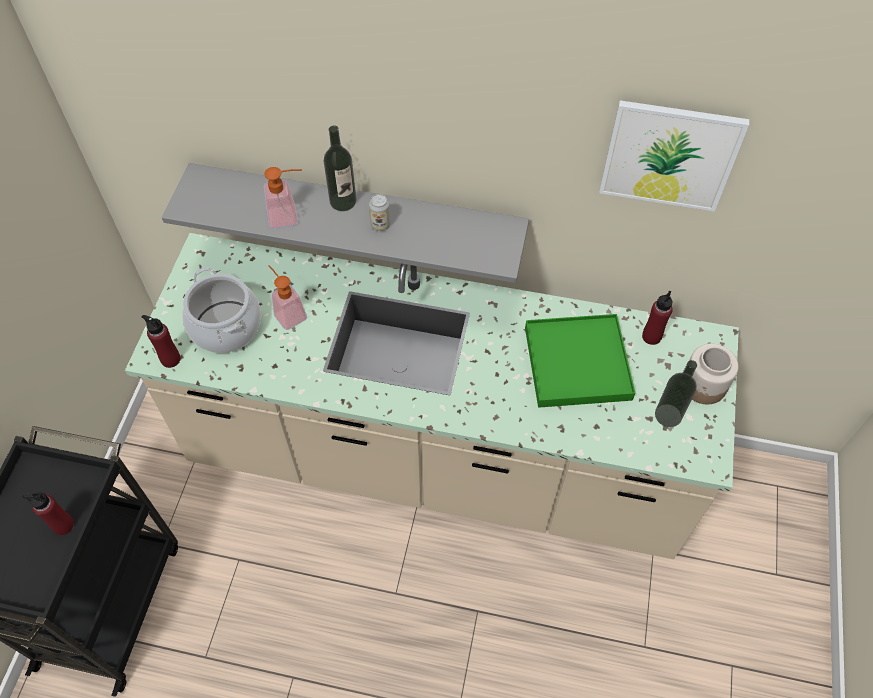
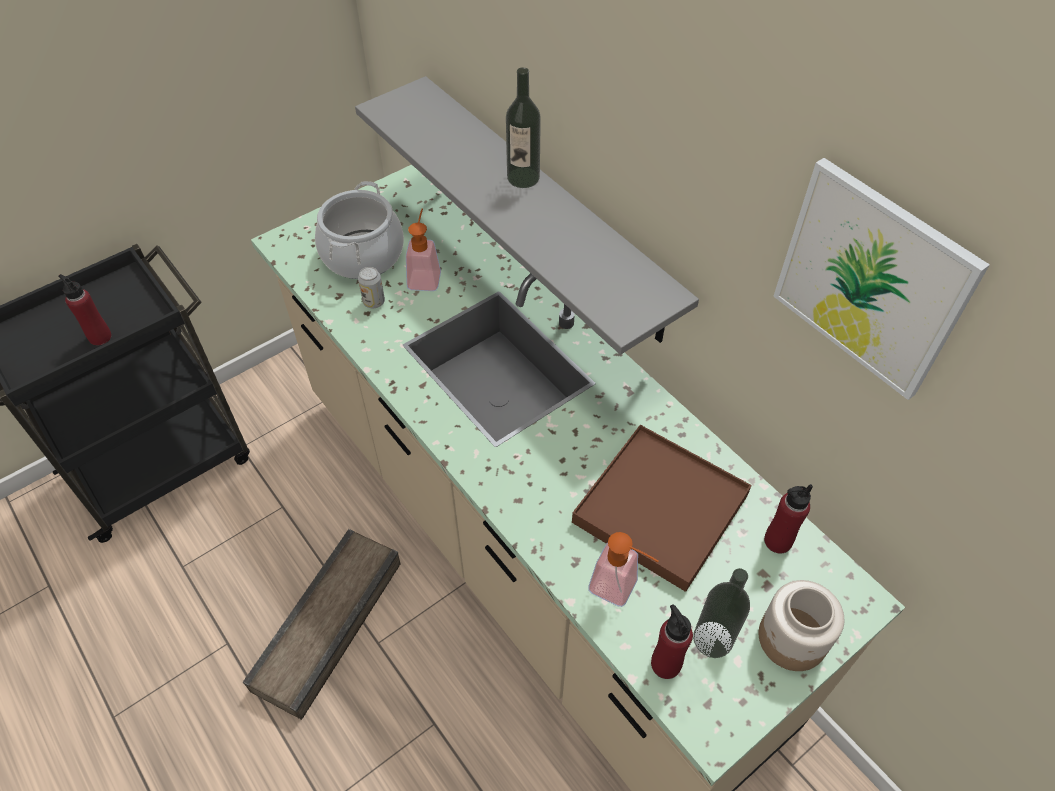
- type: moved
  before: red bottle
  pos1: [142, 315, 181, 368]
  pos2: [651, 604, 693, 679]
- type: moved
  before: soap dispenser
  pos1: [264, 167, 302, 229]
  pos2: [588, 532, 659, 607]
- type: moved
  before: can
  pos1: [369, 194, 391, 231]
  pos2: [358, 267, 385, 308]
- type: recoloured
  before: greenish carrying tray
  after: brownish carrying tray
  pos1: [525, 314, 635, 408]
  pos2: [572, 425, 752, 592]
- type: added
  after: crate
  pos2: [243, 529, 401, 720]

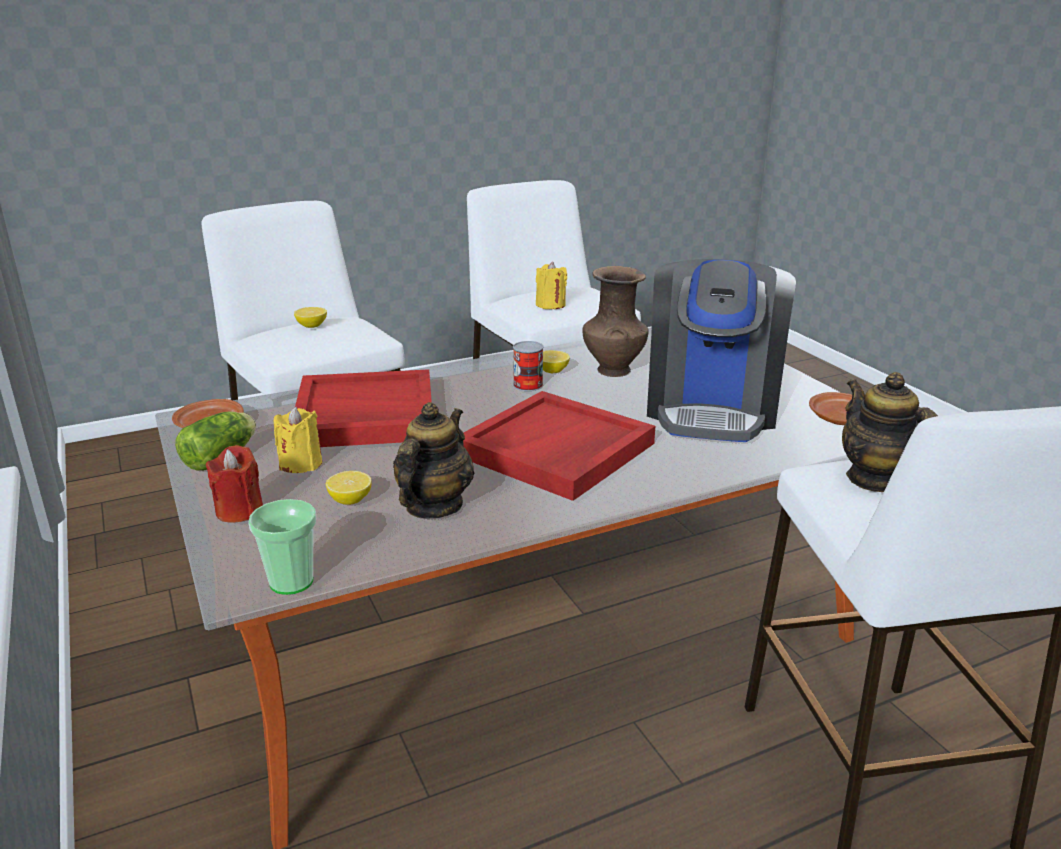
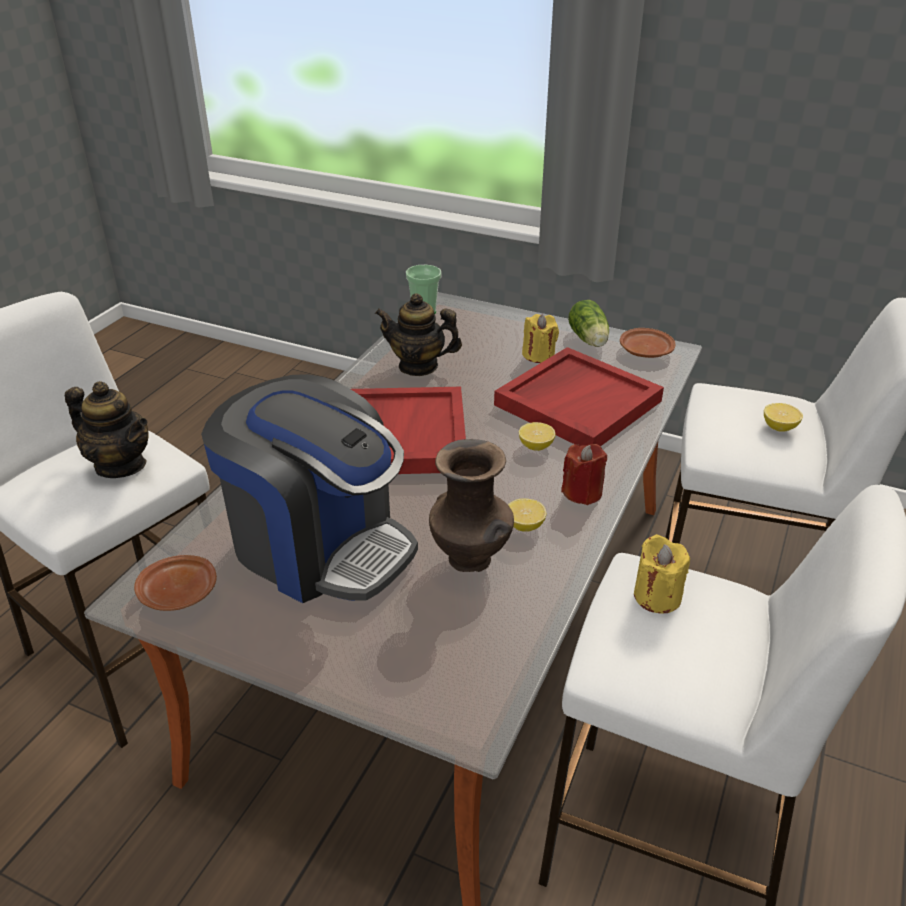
- type: moved
  before: red candle
  pos1: [206, 445, 263, 523]
  pos2: [561, 444, 607, 505]
- type: moved
  before: lemon
  pos1: [326, 471, 372, 505]
  pos2: [519, 422, 555, 451]
- type: turned
  before: teapot
  pos1: [393, 402, 475, 518]
  pos2: [375, 293, 462, 376]
  turn: 120
- type: removed
  before: can
  pos1: [513, 341, 543, 391]
- type: turned
  before: coffee machine
  pos1: [647, 259, 796, 442]
  pos2: [201, 374, 418, 603]
  turn: 150

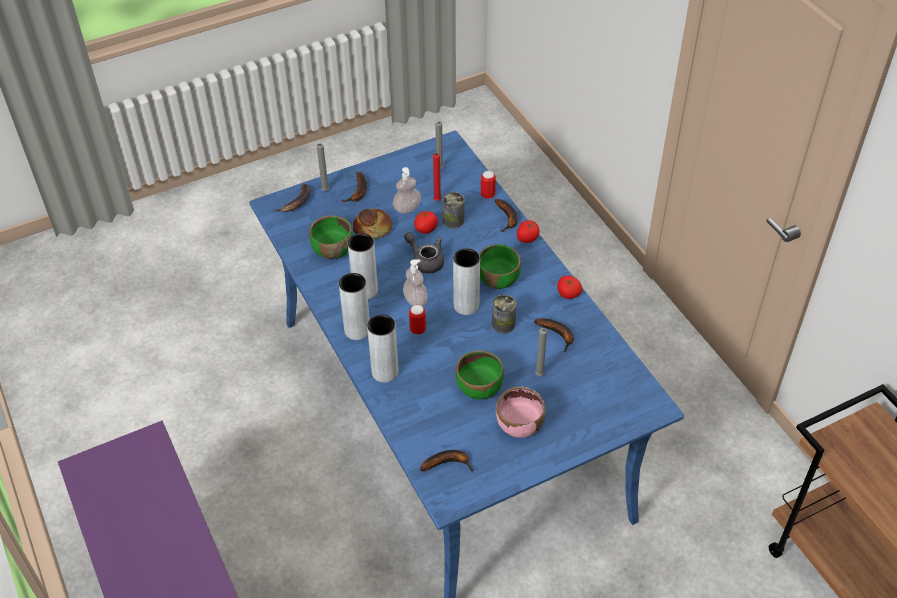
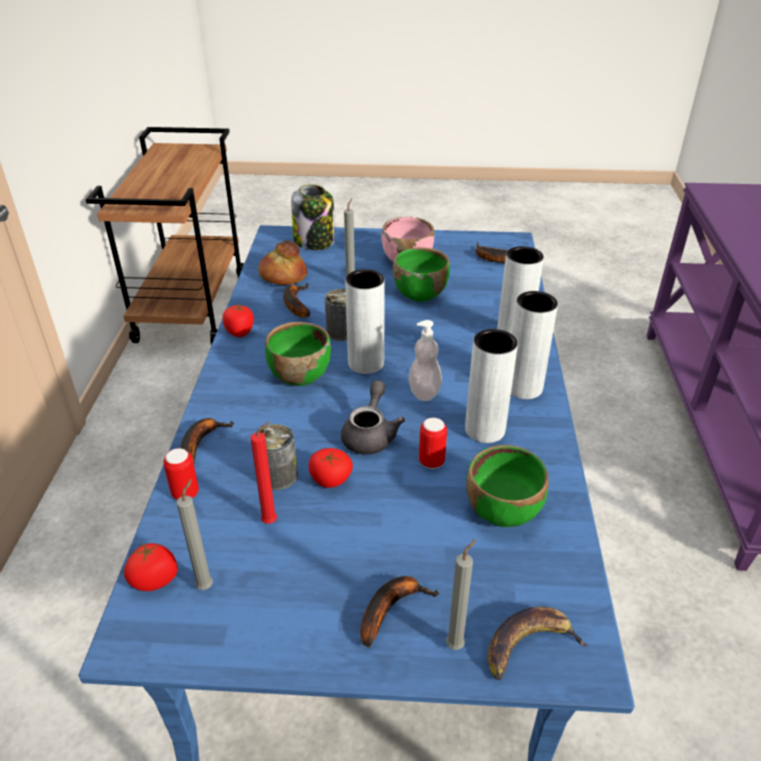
- type: moved
  before: bakery bread
  pos1: [353, 209, 392, 239]
  pos2: [258, 240, 307, 285]
- type: removed
  before: soap dispenser
  pos1: [393, 167, 421, 213]
- type: turned
  before: grey teapot
  pos1: [404, 232, 444, 274]
  pos2: [341, 380, 405, 455]
  turn: -150
- type: moved
  before: can
  pos1: [409, 305, 426, 335]
  pos2: [419, 418, 447, 469]
- type: moved
  before: fresh tomato
  pos1: [517, 220, 540, 243]
  pos2: [124, 543, 178, 591]
- type: added
  after: preserve jar
  pos2: [291, 184, 335, 250]

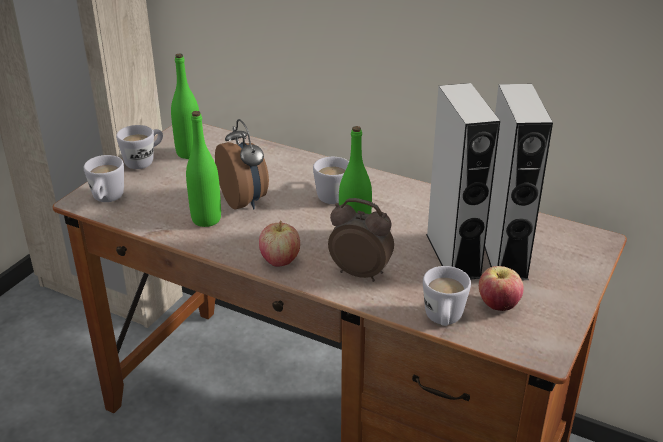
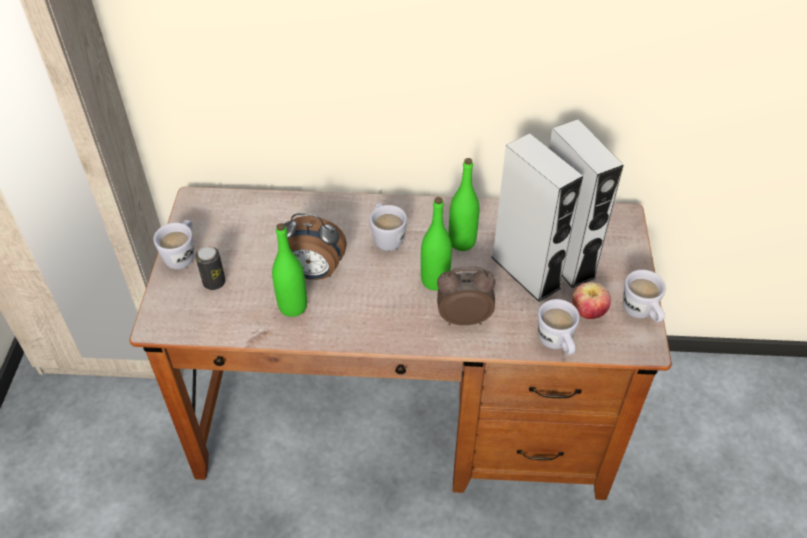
- type: moved
  before: whitish coffee mug
  pos1: [84, 155, 124, 202]
  pos2: [623, 270, 666, 323]
- type: moved
  before: greenish bottle
  pos1: [171, 53, 199, 159]
  pos2: [449, 158, 479, 251]
- type: turned
  before: bedside clock
  pos1: [215, 119, 269, 210]
  pos2: [284, 213, 347, 280]
  turn: 150
- type: removed
  before: whole apple
  pos1: [259, 221, 300, 266]
- type: added
  after: can
  pos2: [195, 246, 226, 290]

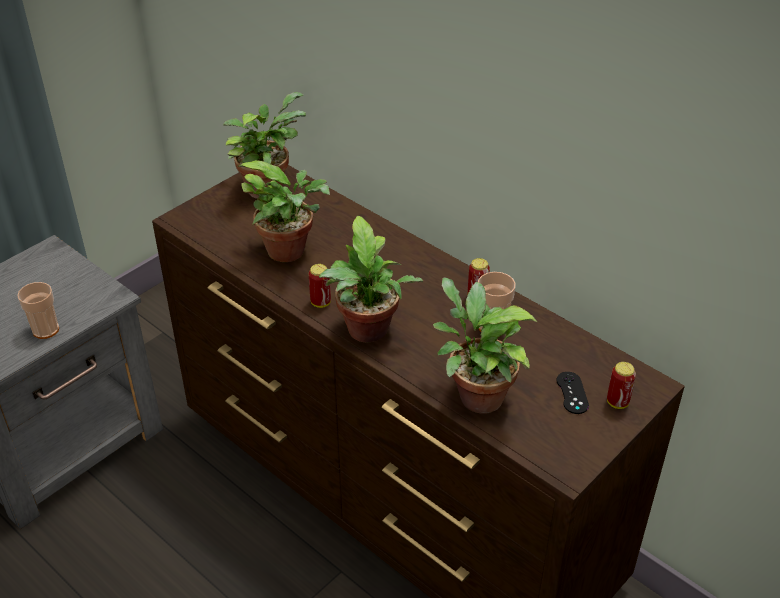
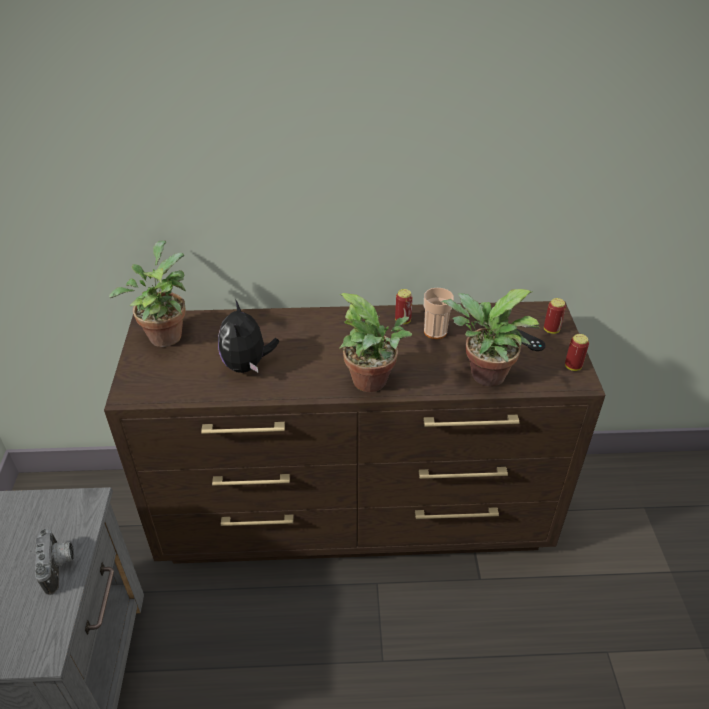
- type: replaced
  before: small cup
  after: still camera
  pos1: [17, 282, 59, 339]
  pos2: [35, 529, 75, 595]
- type: replaced
  before: houseplant
  after: plush toy
  pos1: [239, 160, 330, 262]
  pos2: [218, 299, 279, 373]
- type: moved
  before: can
  pos1: [309, 264, 331, 308]
  pos2: [565, 334, 589, 371]

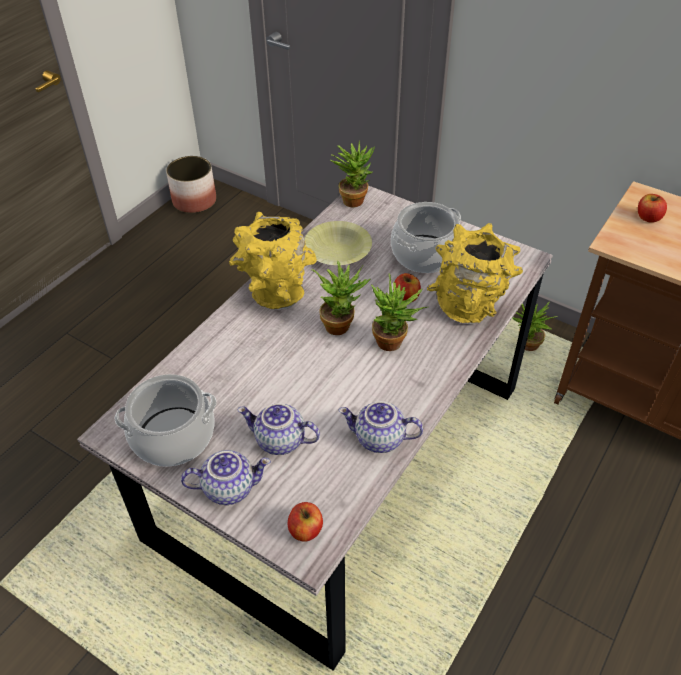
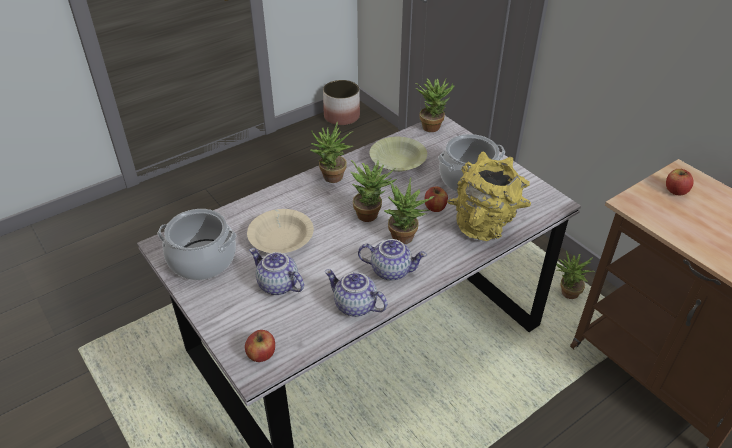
- type: moved
  before: teapot
  pos1: [181, 450, 271, 505]
  pos2: [358, 239, 427, 281]
- type: replaced
  before: yellow decorative vase
  after: houseplant
  pos1: [229, 211, 317, 309]
  pos2: [310, 122, 353, 183]
- type: added
  after: sand-coloured serving bowl
  pos2: [247, 209, 314, 253]

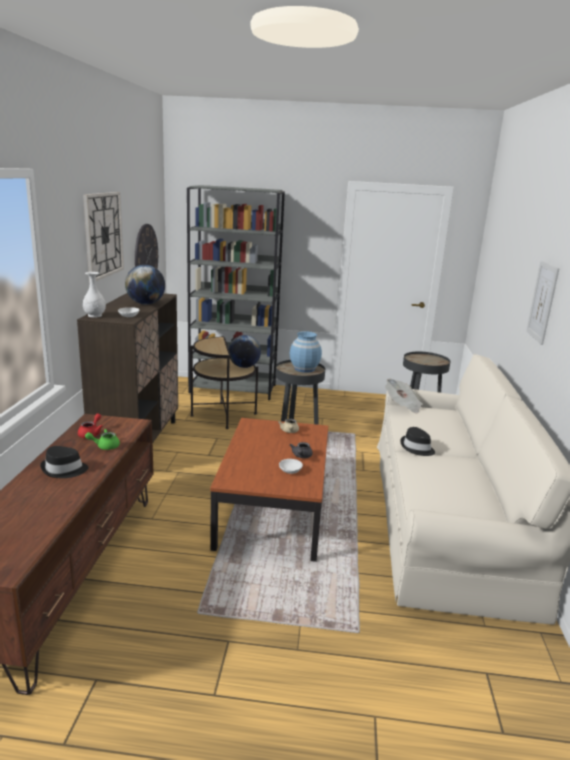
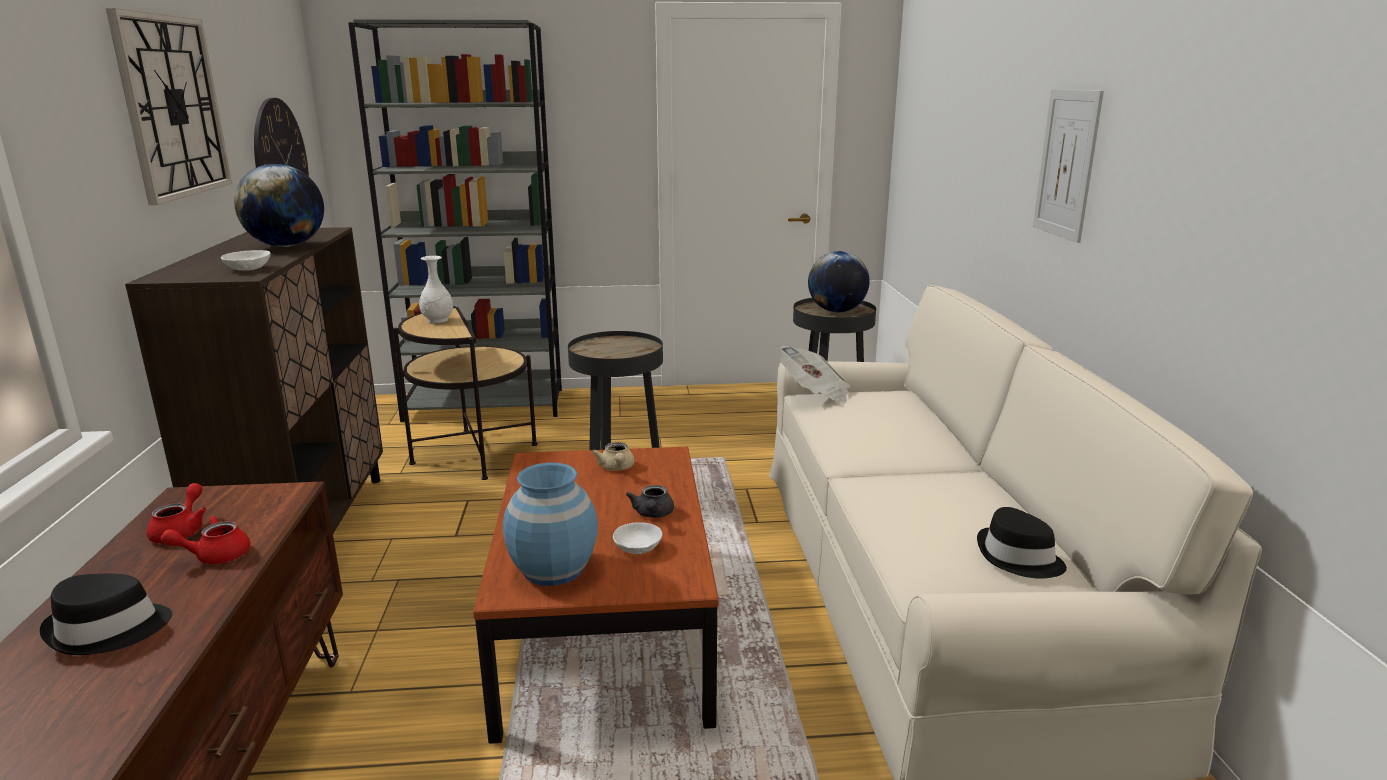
- type: moved
  before: whitish decorative vase
  pos1: [83, 272, 106, 317]
  pos2: [419, 256, 453, 323]
- type: recoloured
  before: greenish teapot
  after: red teapot
  pos1: [85, 429, 120, 450]
  pos2: [161, 516, 250, 564]
- type: moved
  before: globe
  pos1: [229, 335, 261, 368]
  pos2: [808, 251, 870, 312]
- type: moved
  before: blue-coloured decorative vase
  pos1: [290, 331, 322, 373]
  pos2: [503, 462, 598, 586]
- type: moved
  before: black-coloured wearable hat
  pos1: [400, 427, 435, 456]
  pos2: [977, 507, 1067, 579]

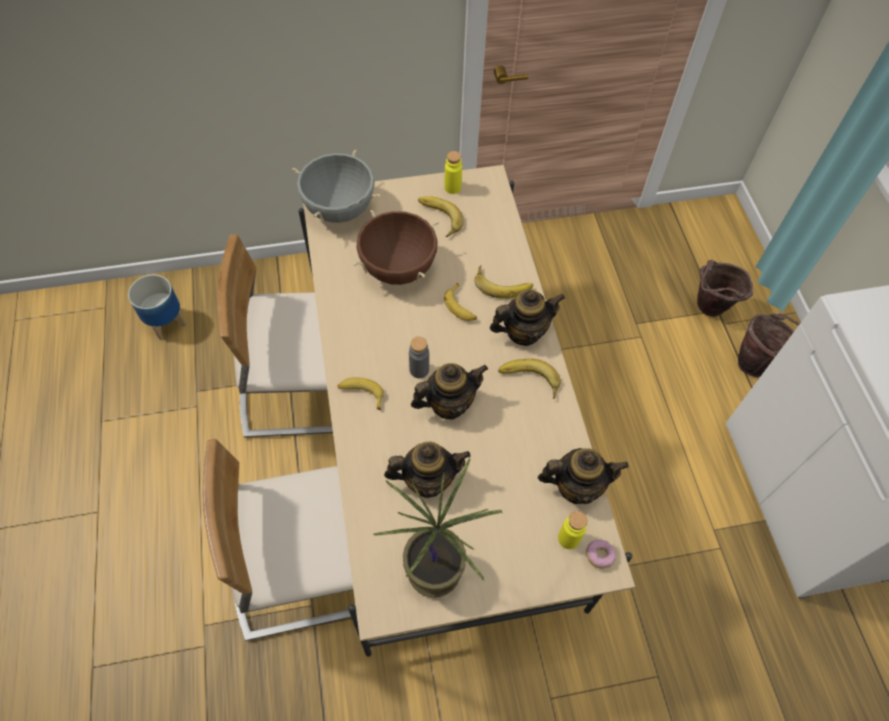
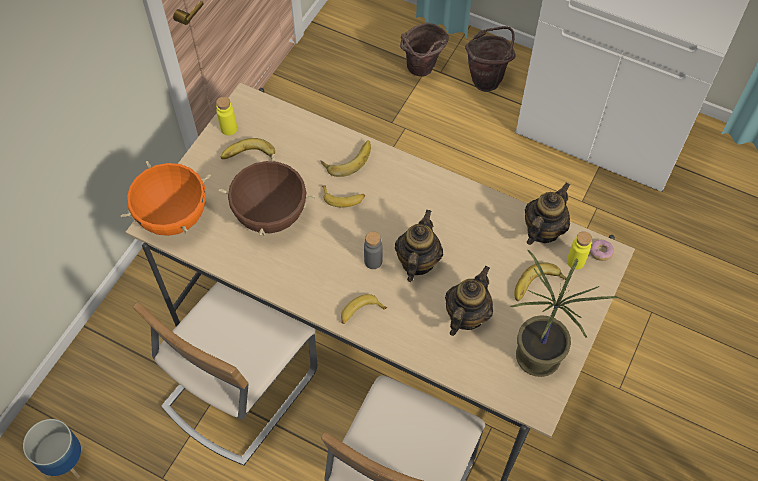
- type: recoloured
  before: grey stockpot
  after: orange stockpot
  pos1: [292, 149, 380, 223]
  pos2: [121, 161, 211, 236]
- type: removed
  before: teapot
  pos1: [490, 290, 565, 346]
- type: moved
  before: banana fruit
  pos1: [498, 359, 561, 399]
  pos2: [514, 262, 566, 301]

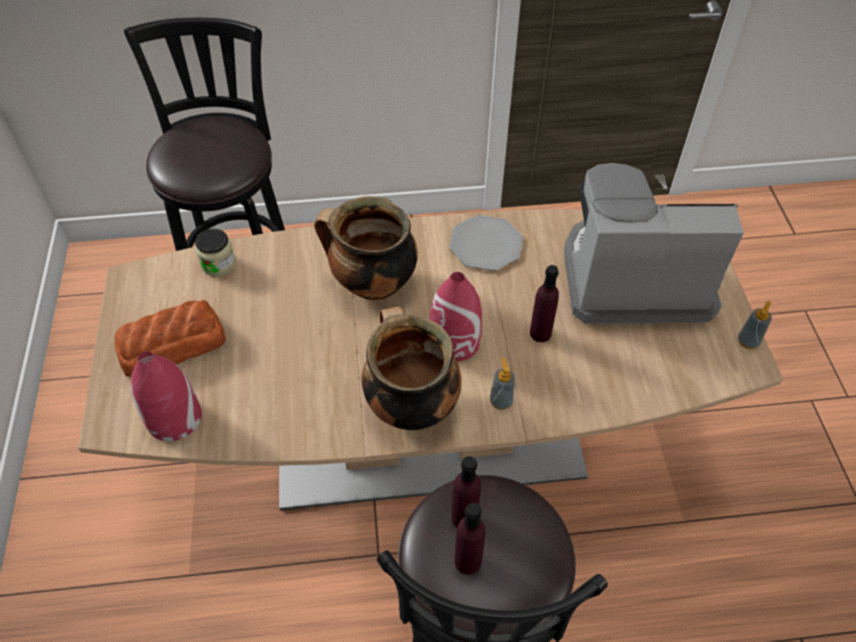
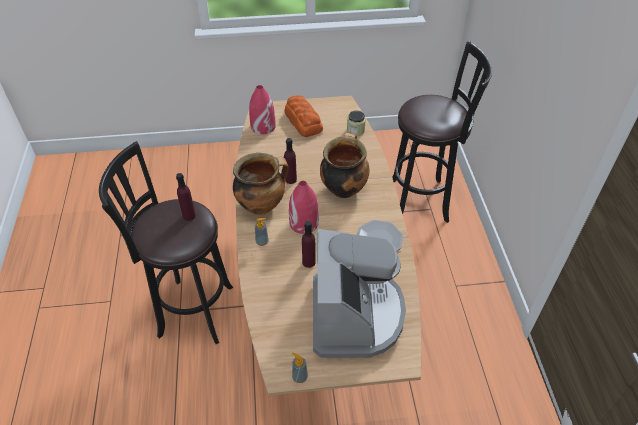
- type: moved
  before: purplish bottle
  pos1: [454, 503, 485, 575]
  pos2: [284, 138, 297, 184]

